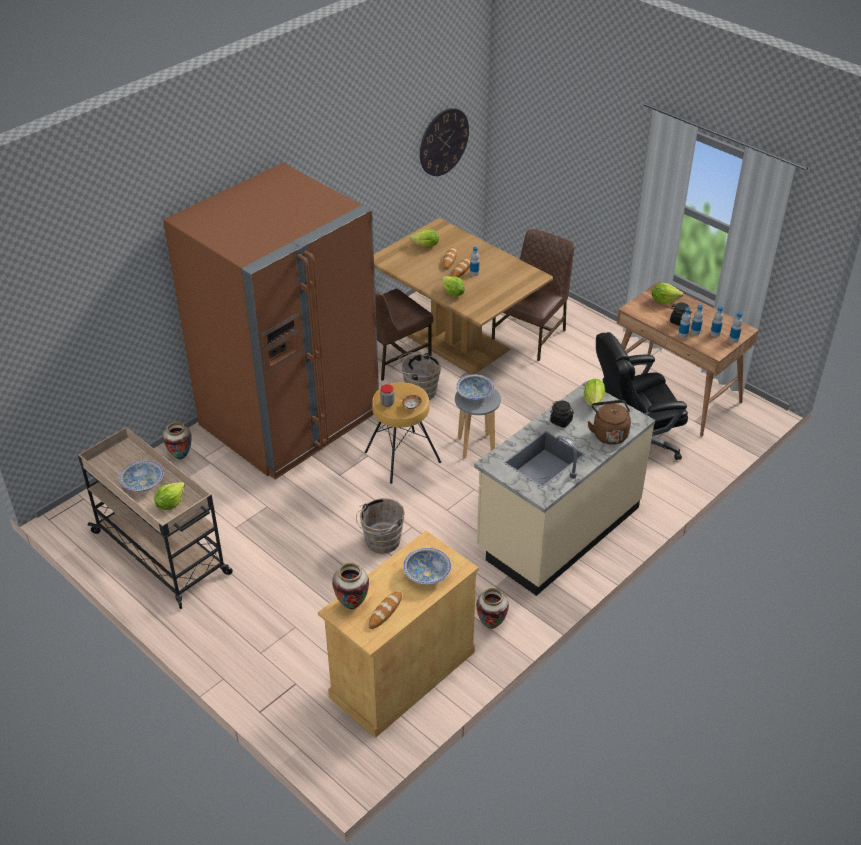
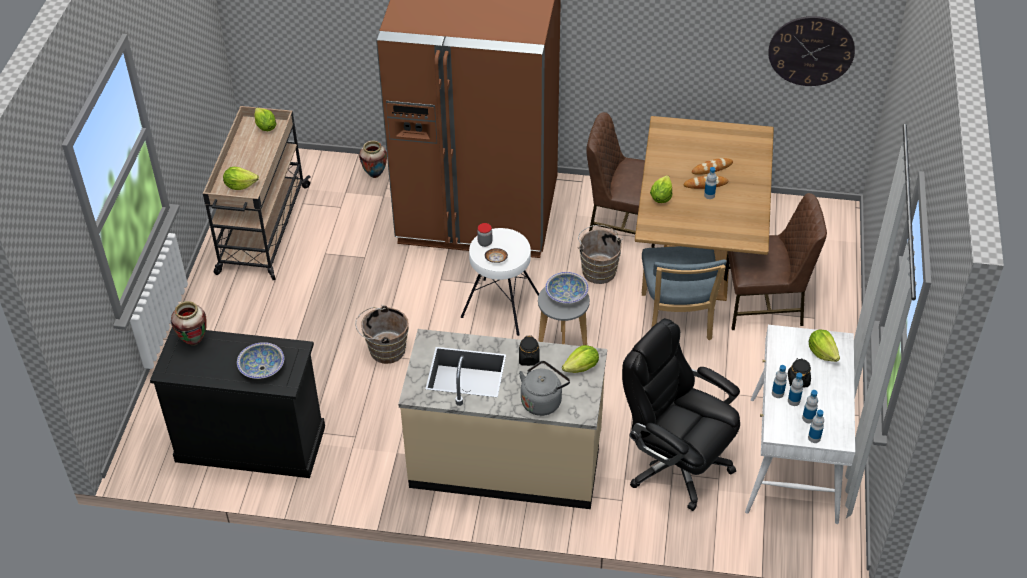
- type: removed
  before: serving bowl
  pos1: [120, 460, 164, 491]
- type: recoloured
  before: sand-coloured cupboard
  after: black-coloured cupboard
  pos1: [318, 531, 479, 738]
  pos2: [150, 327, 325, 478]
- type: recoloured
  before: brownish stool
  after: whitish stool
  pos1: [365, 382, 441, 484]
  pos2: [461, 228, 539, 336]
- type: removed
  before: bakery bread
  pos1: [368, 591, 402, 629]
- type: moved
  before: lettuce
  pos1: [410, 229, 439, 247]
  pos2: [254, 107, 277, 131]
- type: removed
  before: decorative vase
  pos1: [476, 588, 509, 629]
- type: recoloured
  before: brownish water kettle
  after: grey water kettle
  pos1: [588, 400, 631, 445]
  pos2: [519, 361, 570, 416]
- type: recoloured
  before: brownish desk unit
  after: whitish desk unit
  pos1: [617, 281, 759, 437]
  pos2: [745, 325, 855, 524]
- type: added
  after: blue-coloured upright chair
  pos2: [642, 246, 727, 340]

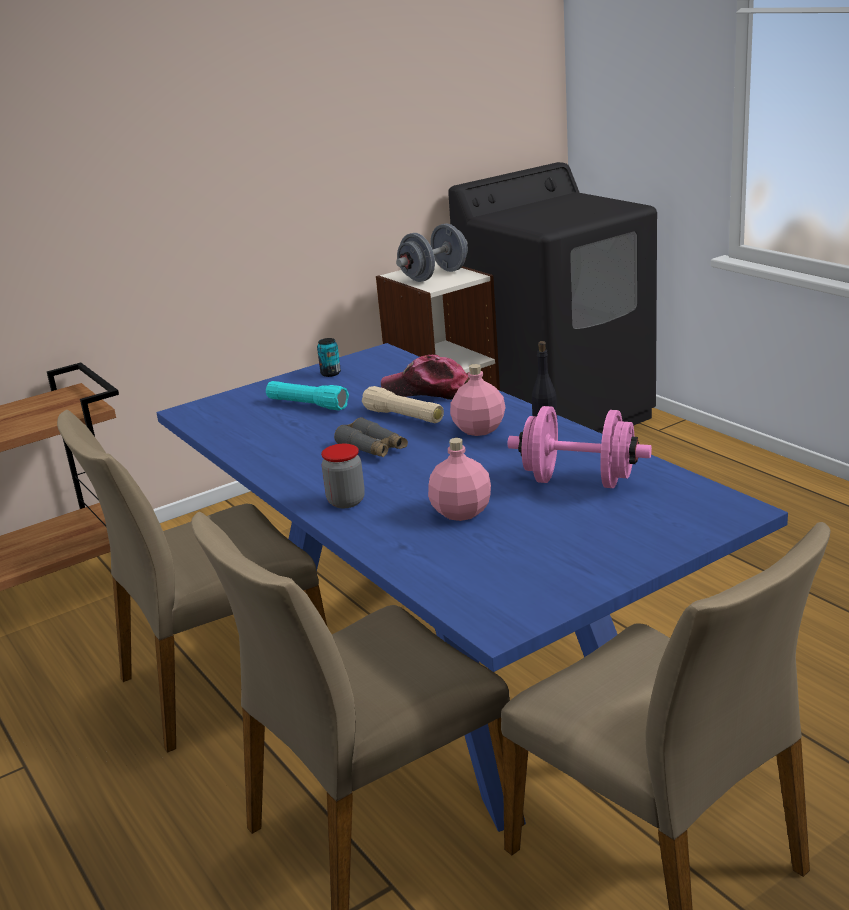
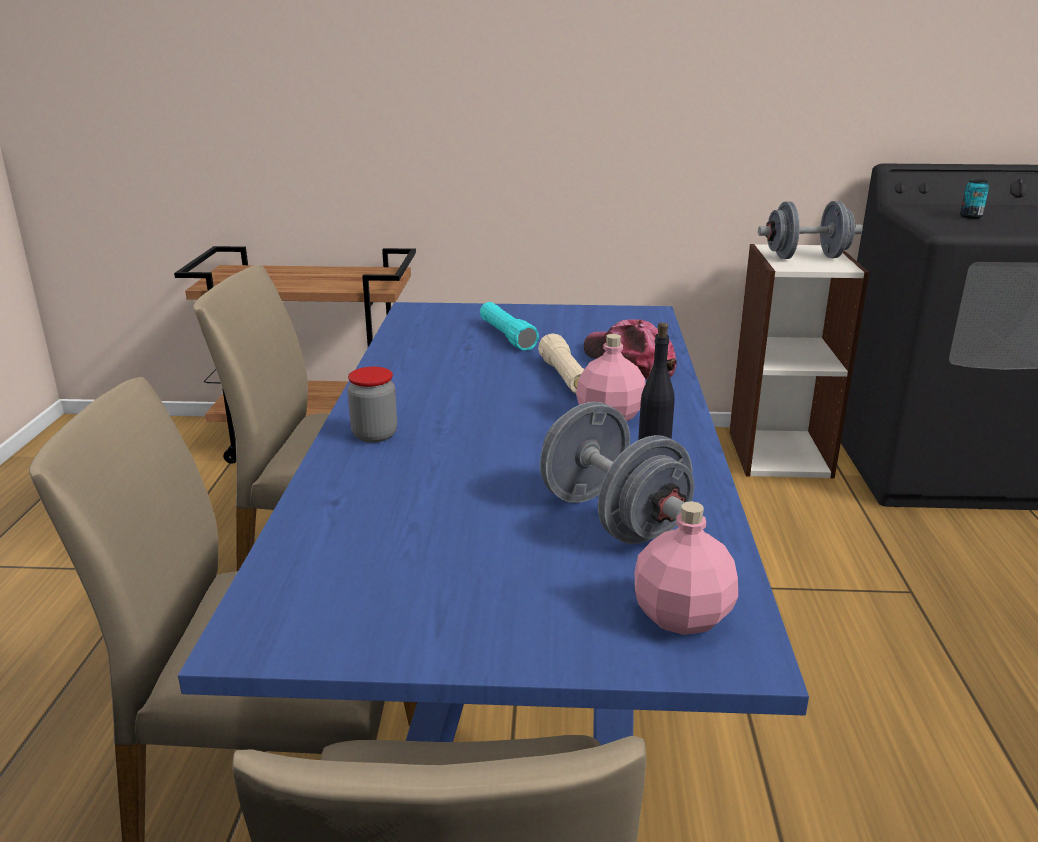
- type: moved
  before: can
  pos1: [317, 338, 341, 377]
  pos2: [960, 179, 989, 219]
- type: removed
  before: grey binoculars
  pos1: [334, 417, 408, 457]
- type: moved
  before: pink-coloured bottle
  pos1: [428, 438, 491, 521]
  pos2: [635, 501, 738, 635]
- type: recoloured
  before: pink-coloured free weight
  after: grey free weight
  pos1: [508, 406, 652, 488]
  pos2: [540, 402, 694, 544]

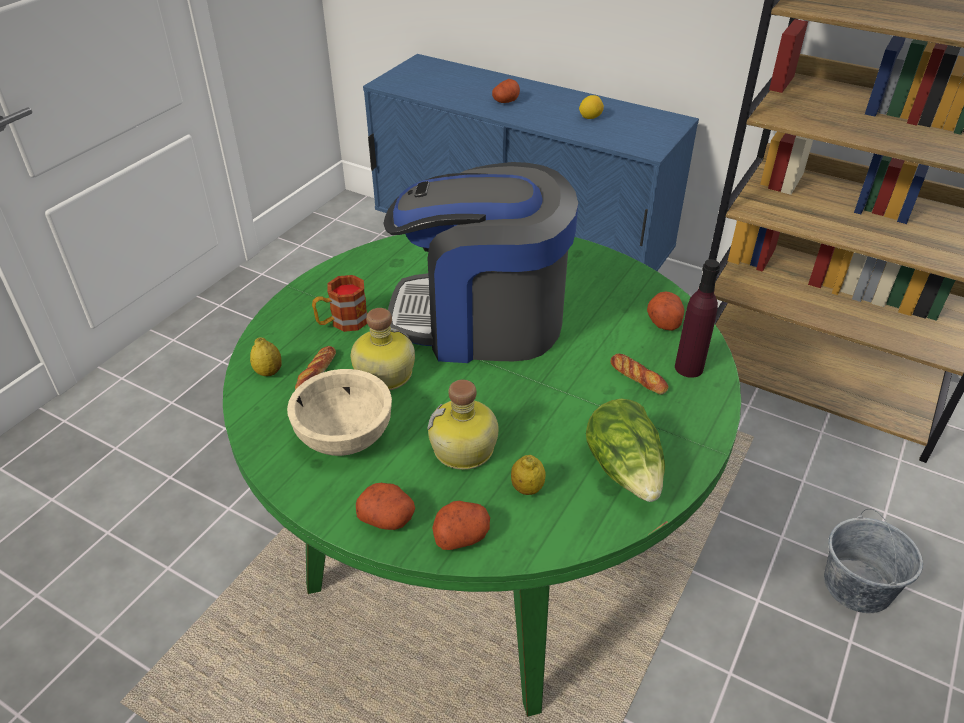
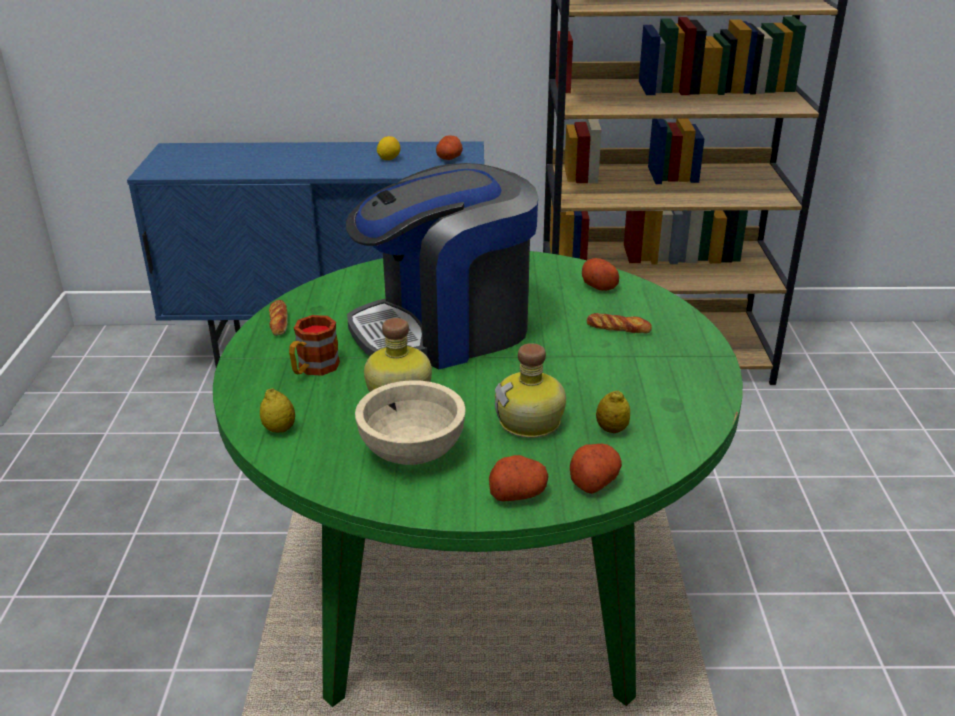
- type: moved
  before: bakery bread
  pos1: [295, 346, 336, 390]
  pos2: [269, 300, 288, 336]
- type: moved
  before: whole potato
  pos1: [492, 79, 520, 103]
  pos2: [436, 135, 463, 160]
- type: removed
  before: lettuce
  pos1: [586, 399, 665, 502]
- type: removed
  before: purplish bottle
  pos1: [675, 259, 720, 378]
- type: removed
  before: grey water bucket
  pos1: [824, 509, 923, 613]

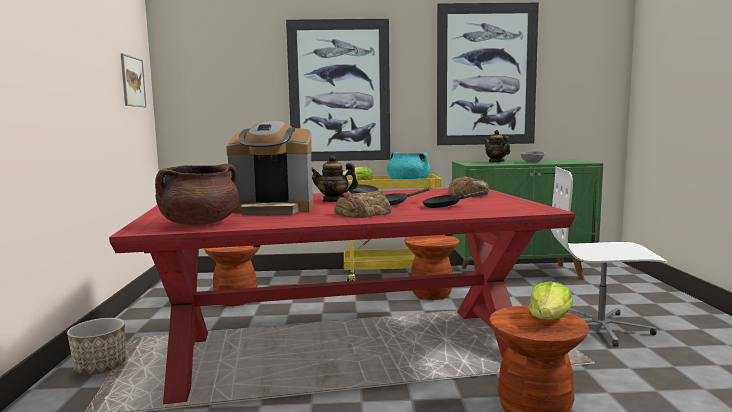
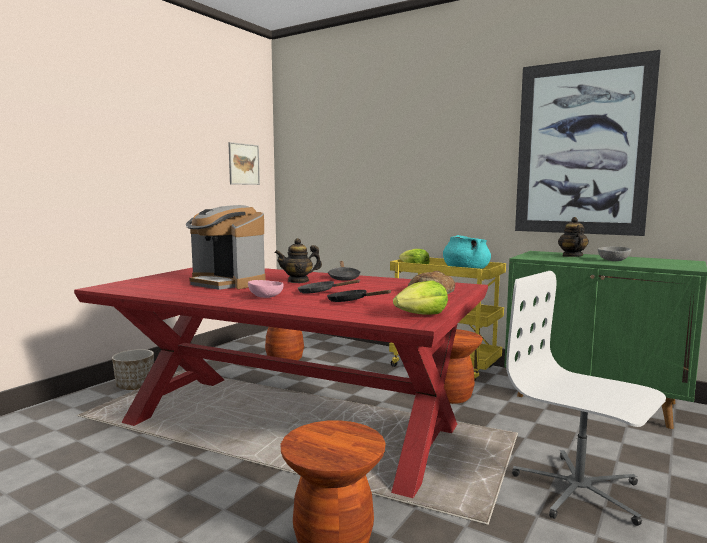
- type: removed
  before: brownish stockpot
  pos1: [155, 164, 239, 226]
- type: removed
  before: wall art
  pos1: [286, 19, 390, 161]
- type: turned
  before: teapot
  pos1: [312, 155, 358, 202]
  pos2: [275, 238, 322, 283]
  turn: -60
- type: replaced
  before: bakery bread
  after: pink-coloured serving bowl
  pos1: [334, 191, 392, 218]
  pos2: [248, 280, 284, 298]
- type: moved
  before: lettuce
  pos1: [529, 281, 573, 320]
  pos2: [393, 281, 448, 315]

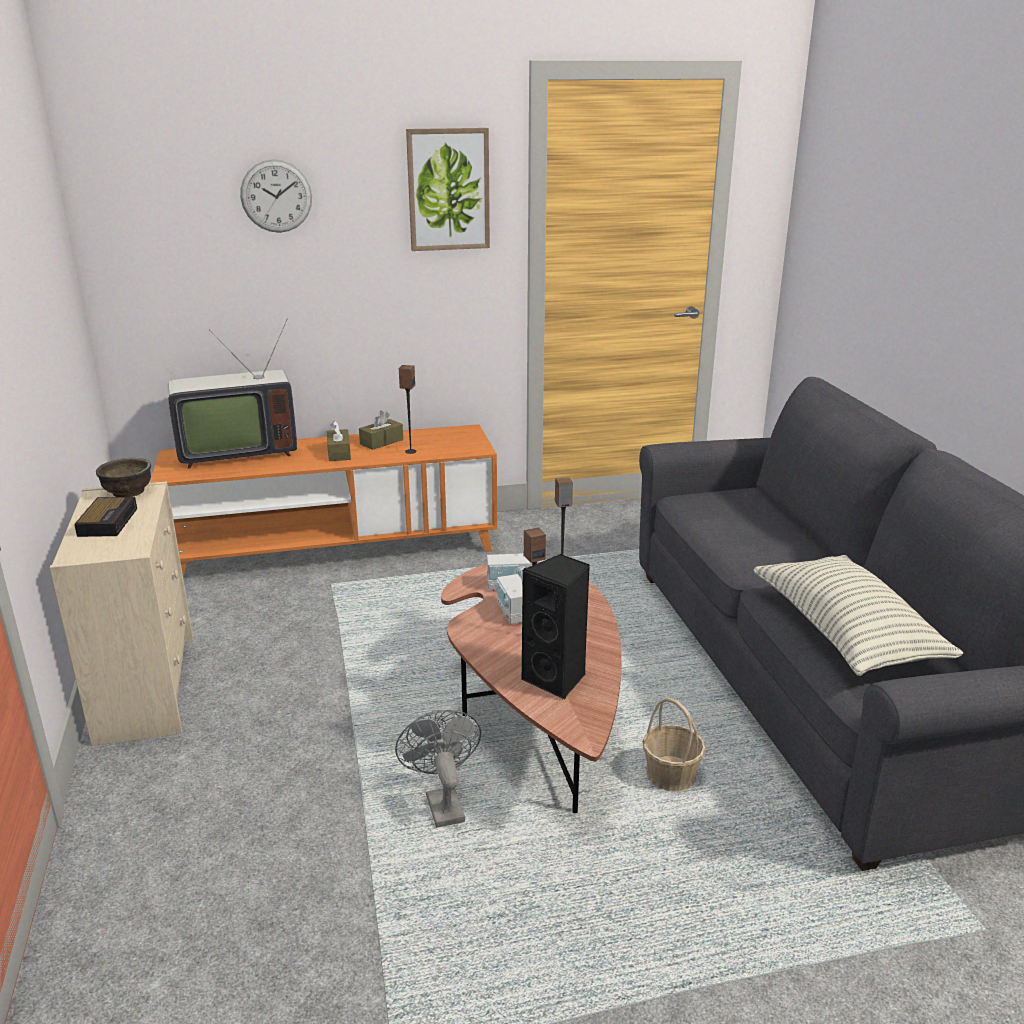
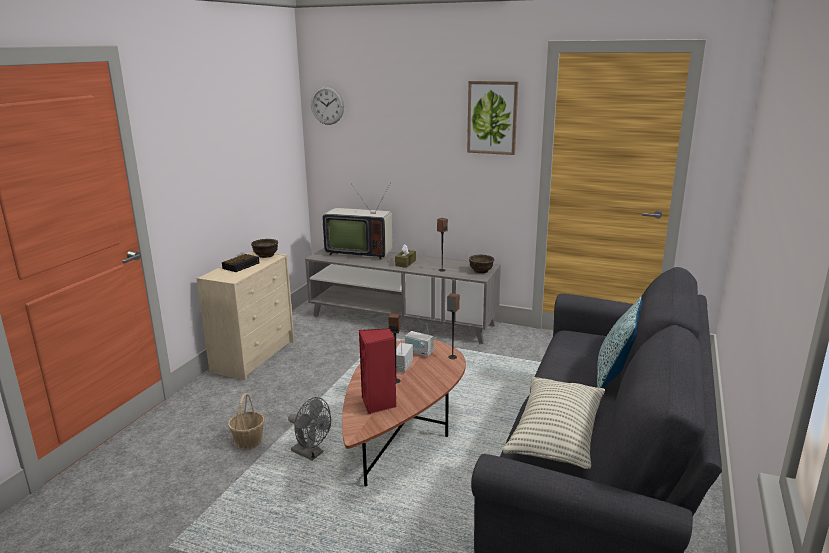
- type: recoloured
  before: orange tv unit
  after: grey tv unit
  pos1: [150, 424, 497, 577]
  pos2: [305, 248, 501, 344]
- type: moved
  before: wall clock
  pos1: [240, 159, 312, 233]
  pos2: [311, 86, 344, 125]
- type: removed
  before: brownish tissue holder
  pos1: [359, 411, 403, 450]
- type: turned
  before: grey fan
  pos1: [395, 710, 481, 828]
  pos2: [288, 397, 331, 460]
  turn: 105
- type: recoloured
  before: black-coloured loudspeaker
  after: red loudspeaker
  pos1: [521, 554, 590, 700]
  pos2: [359, 328, 396, 414]
- type: moved
  before: household basket
  pos1: [642, 697, 706, 791]
  pos2: [228, 393, 265, 450]
- type: added
  after: brownish serving bowl
  pos2: [469, 255, 494, 273]
- type: added
  after: pillow
  pos2: [597, 296, 642, 388]

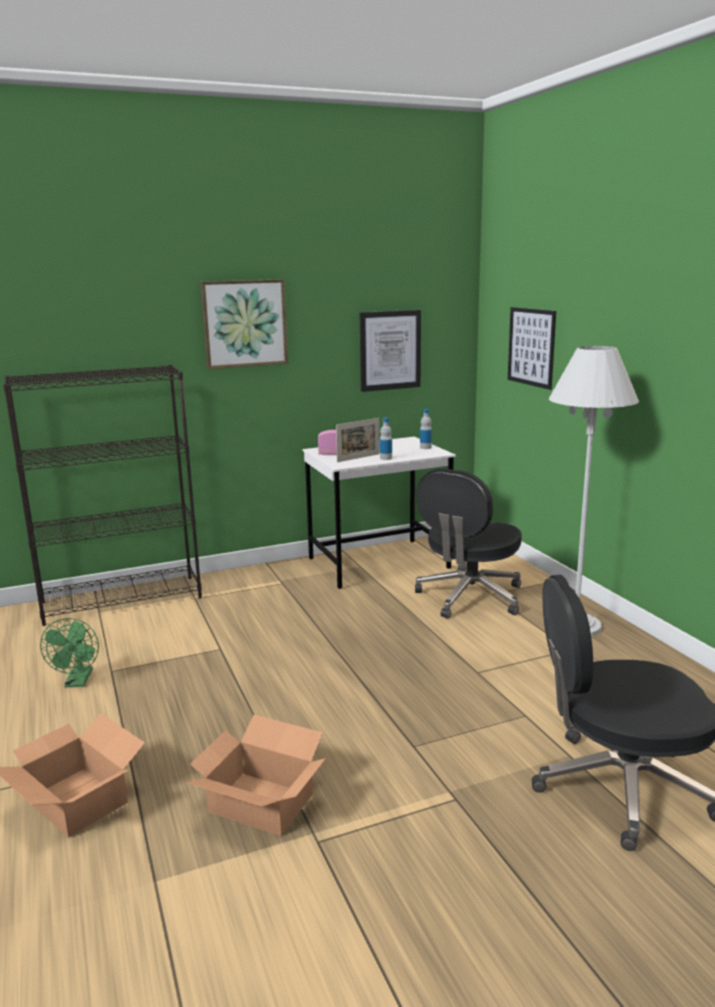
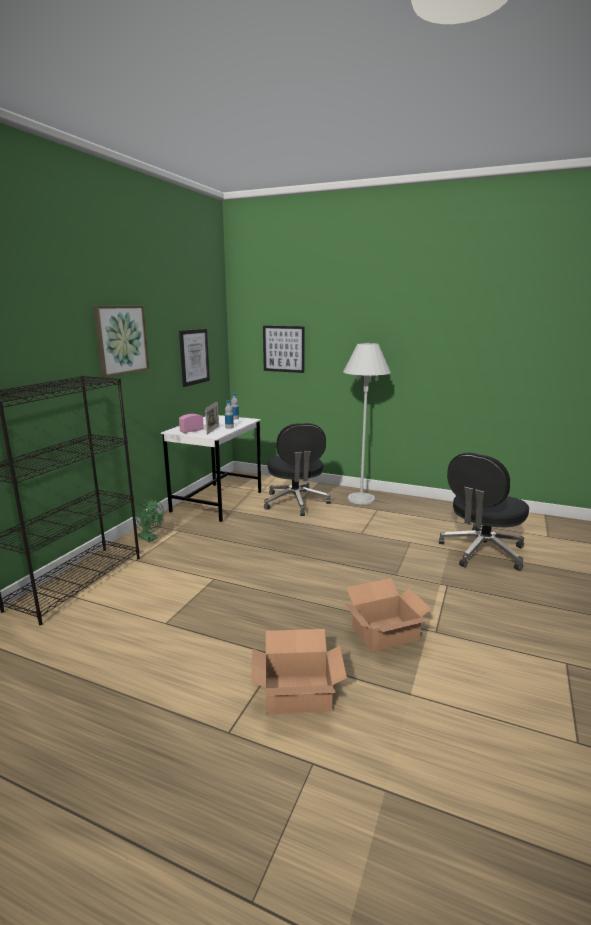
- type: moved
  before: greenish fan
  pos1: [40, 618, 99, 687]
  pos2: [135, 499, 164, 542]

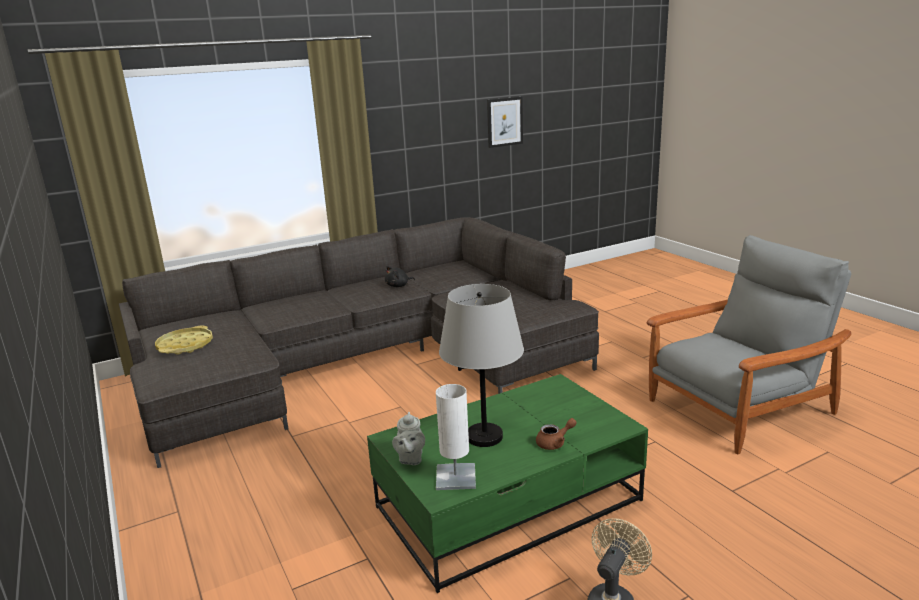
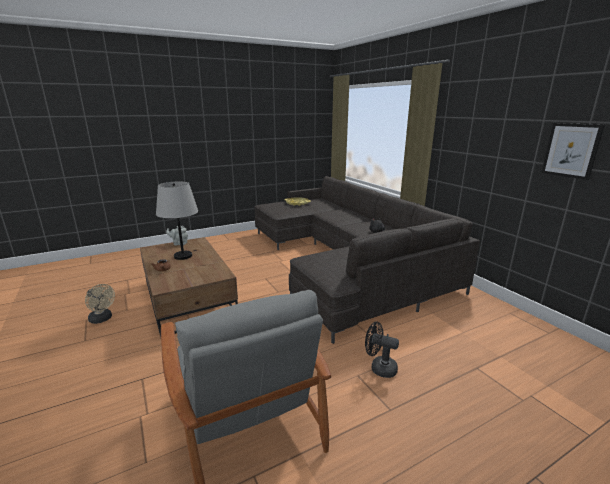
- type: recoloured
  before: greenish low table
  after: brownish low table
  pos1: [367, 374, 648, 593]
  pos2: [140, 237, 238, 337]
- type: removed
  before: whitish tabletop lamp
  pos1: [436, 384, 476, 490]
- type: added
  after: black-coloured fan
  pos2: [365, 321, 399, 378]

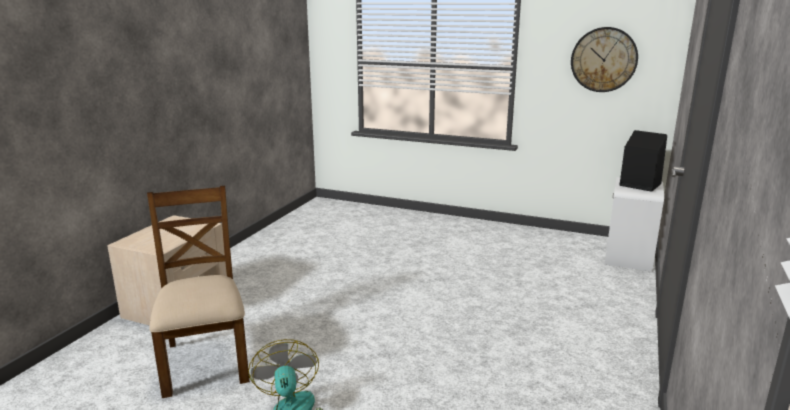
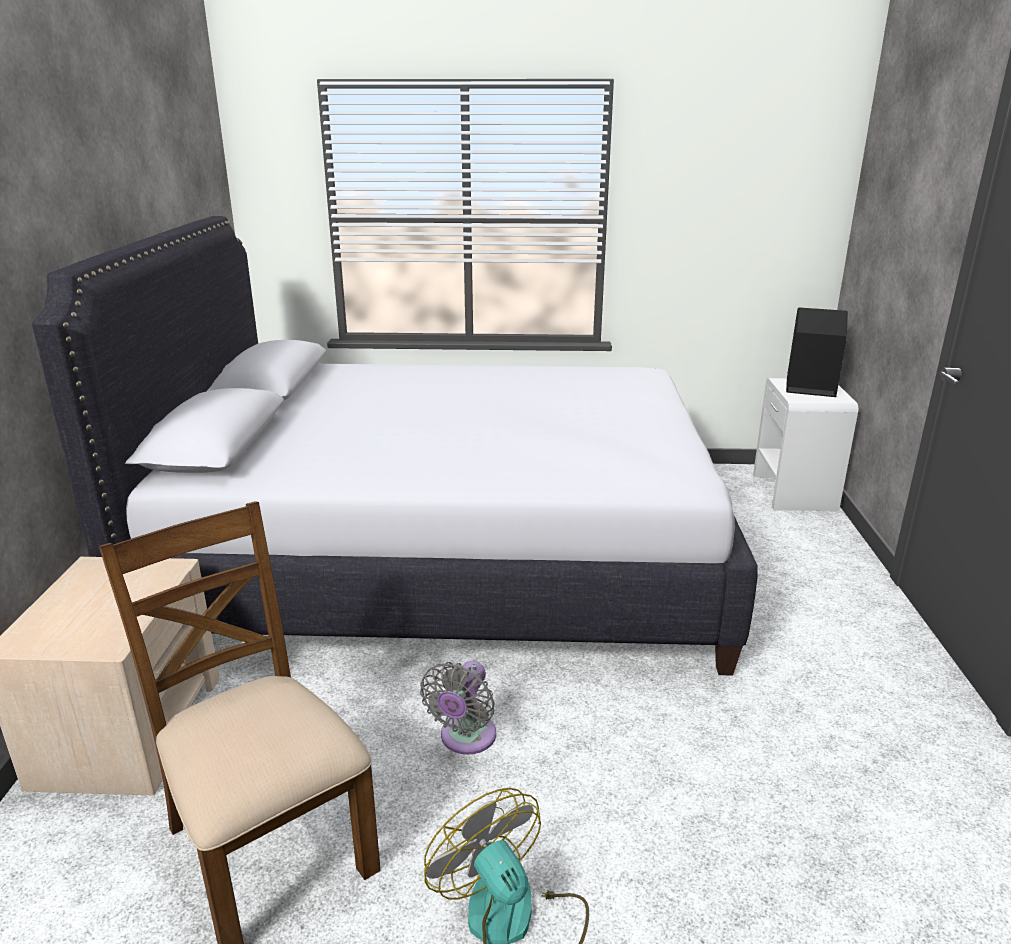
- type: removed
  before: wall clock
  pos1: [571, 27, 638, 92]
- type: added
  after: whitish bed
  pos2: [32, 216, 758, 676]
- type: added
  after: grey fan
  pos2: [420, 661, 496, 755]

